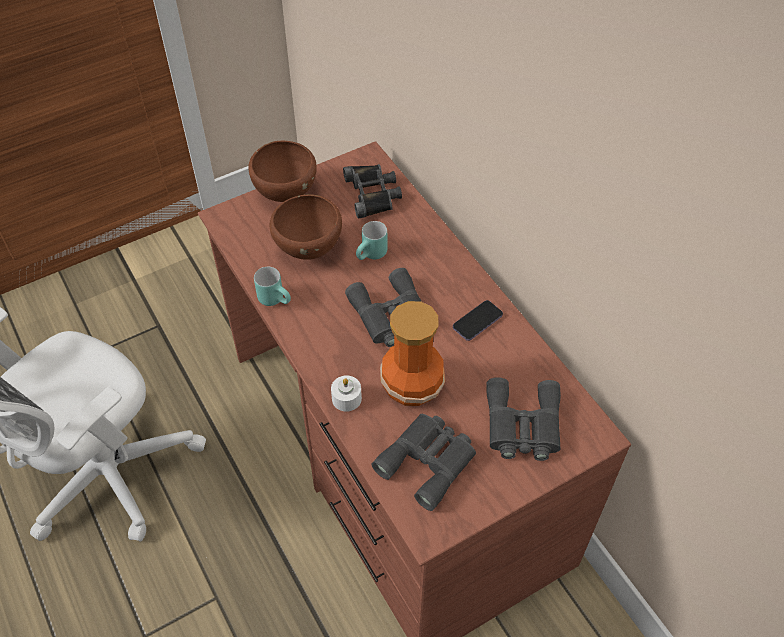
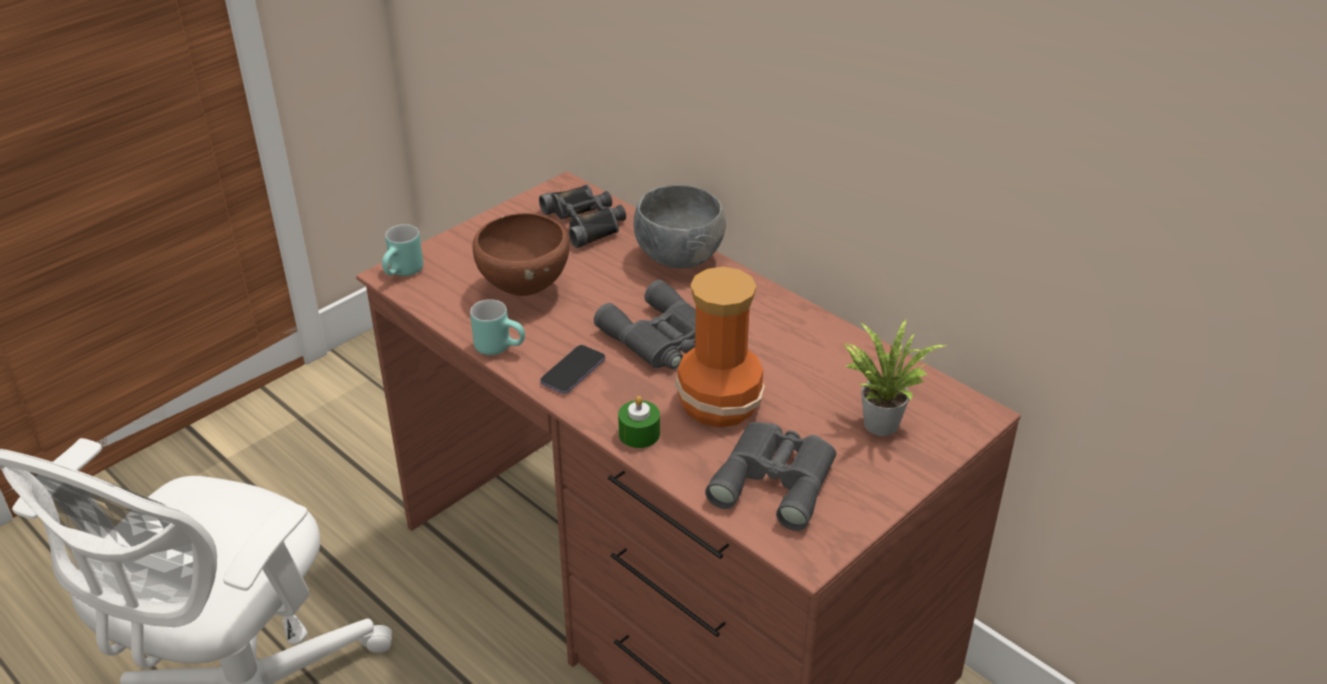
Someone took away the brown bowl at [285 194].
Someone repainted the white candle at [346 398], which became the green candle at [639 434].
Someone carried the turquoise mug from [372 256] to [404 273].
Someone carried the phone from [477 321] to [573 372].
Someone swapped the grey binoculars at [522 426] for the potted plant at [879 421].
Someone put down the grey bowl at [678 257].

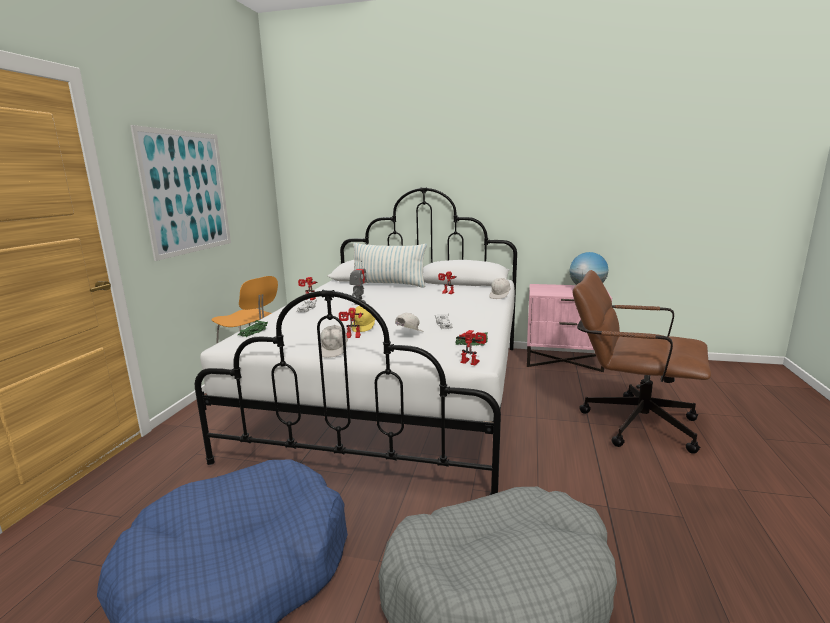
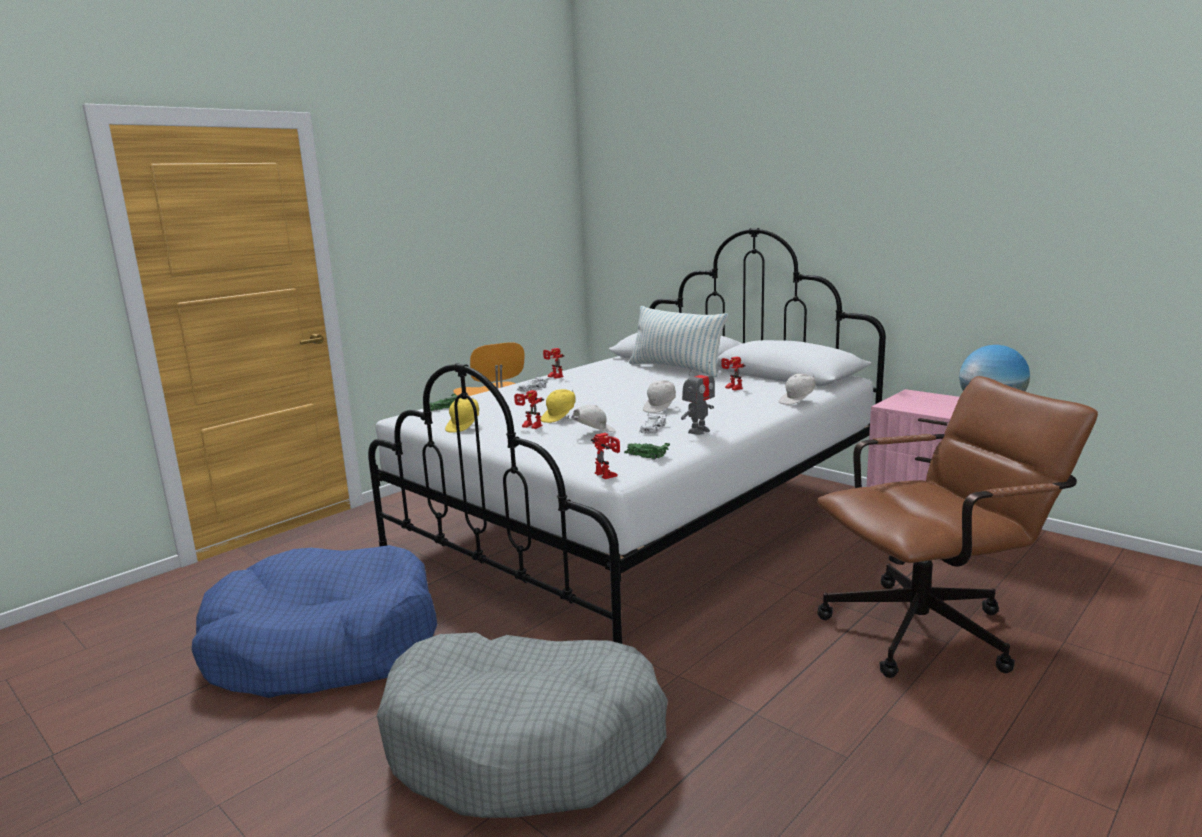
Someone took away the picture at [187 192].
Someone carried the white cap from [334 350] to [661 408].
Someone carried the toy robot from [359 303] to [698 431].
Someone rotated the brown office chair at [629 421] by 105 degrees clockwise.
Someone put down the yellow cap at [465 426].

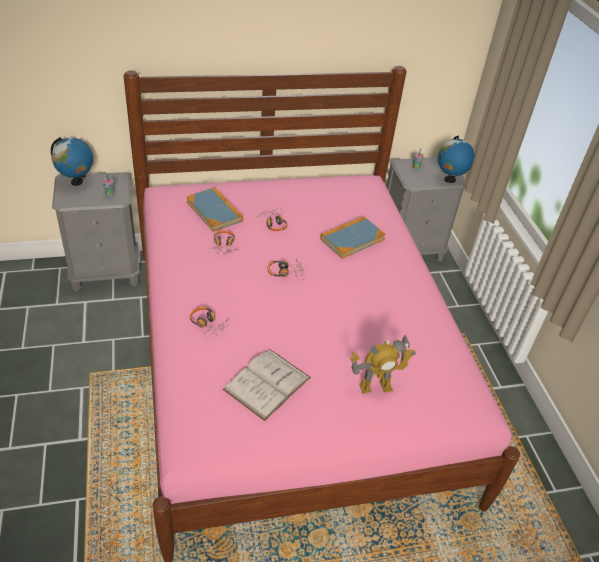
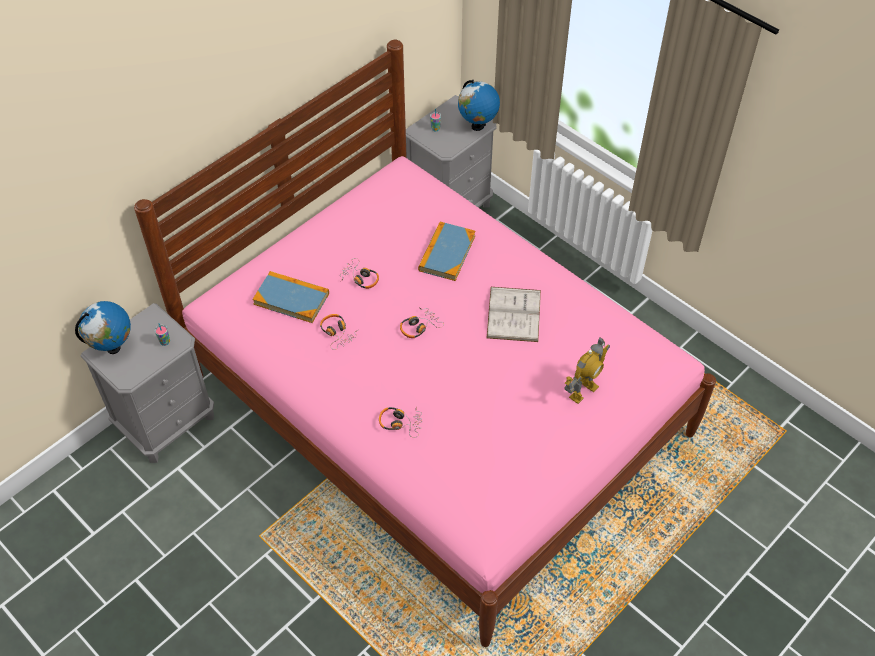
Someone carried the white book from [267 383] to [514 314].

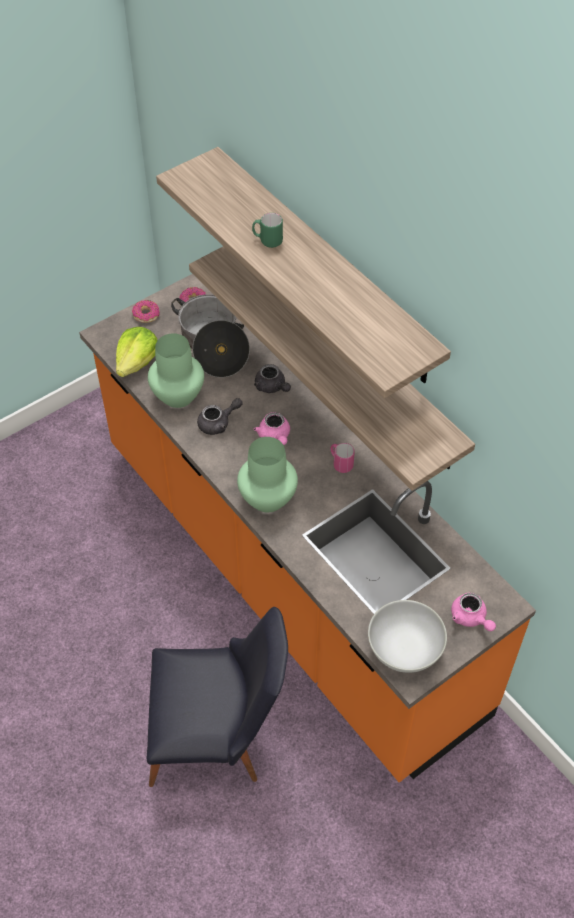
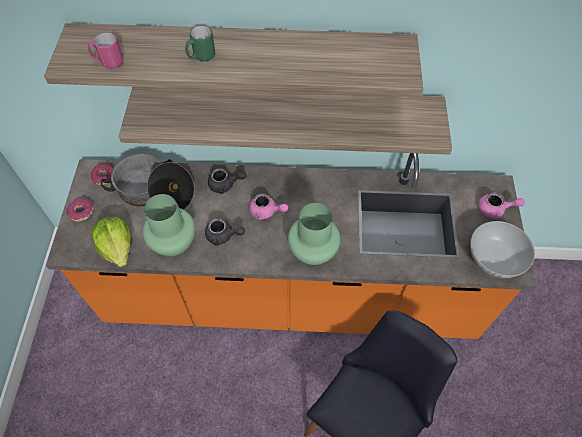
Someone rotated the grey teapot at [218 423] by 90 degrees clockwise.
Someone carried the pink mug from [340 463] to [108 62].

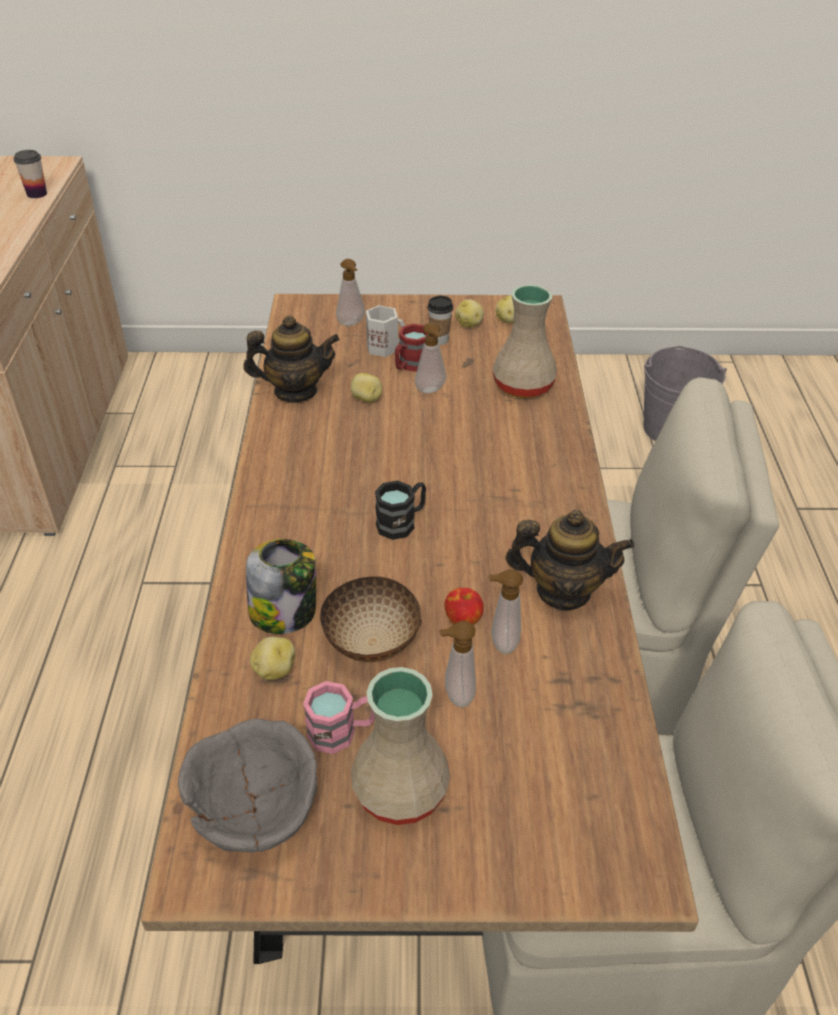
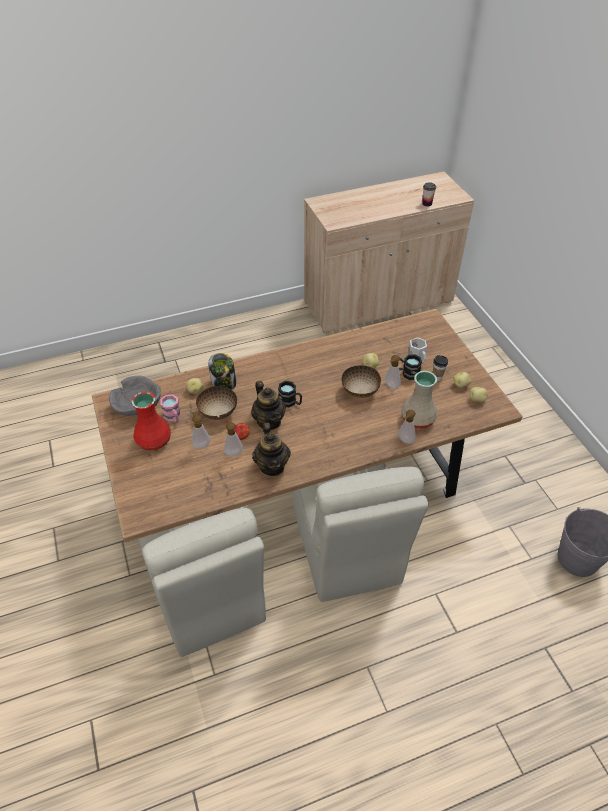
Someone carried the teapot from [295 391] to [269 421].
Someone carried the soap dispenser from [352 324] to [405 441].
Someone repainted the beige vase at [400 792], which became the red vase at [153 440].
Someone repainted the red mug at [410 366], which became the black mug at [407 373].
Someone put down the bowl at [359 391].

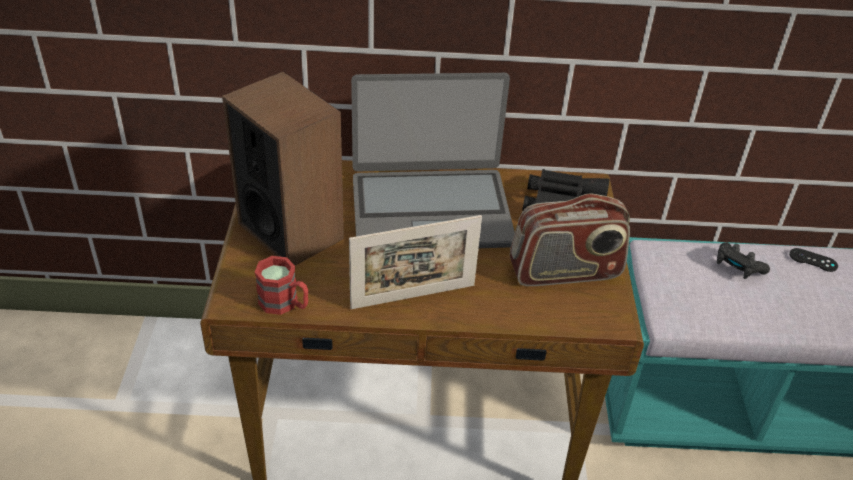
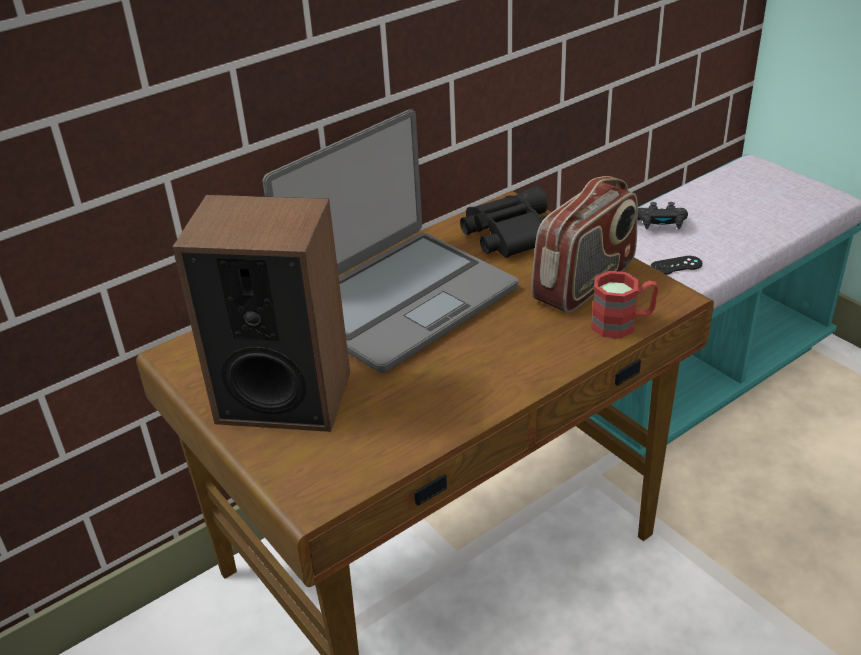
Someone carried the red mug from [285 304] to [622 323].
Someone took away the picture frame at [413 296].
Someone carried the black game controller from [813 260] to [676 265].

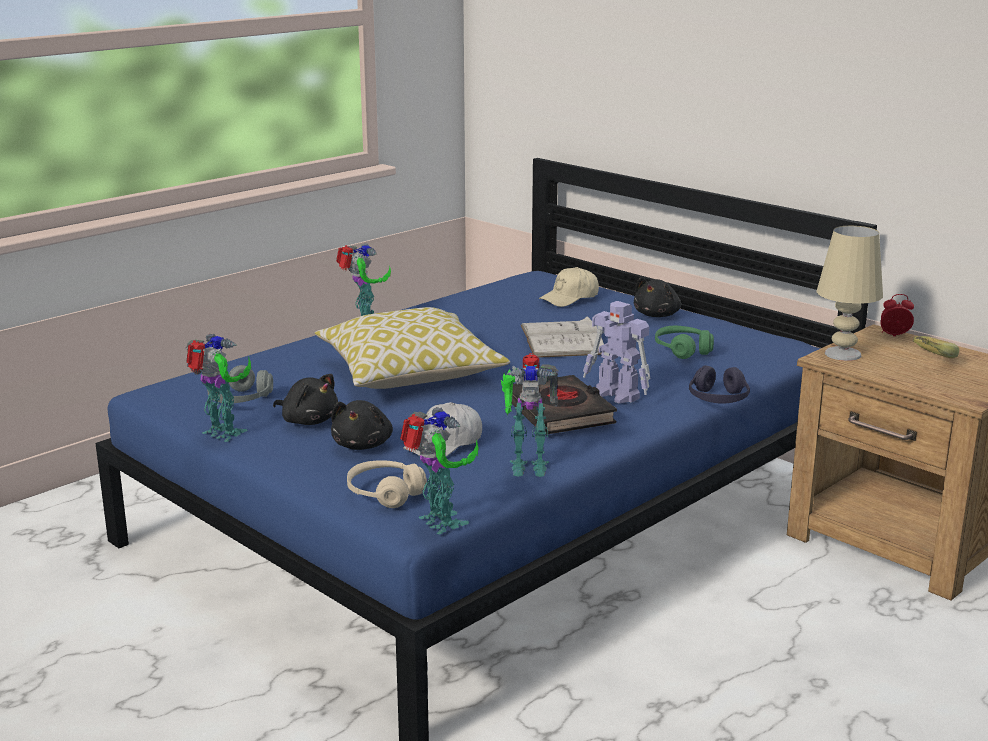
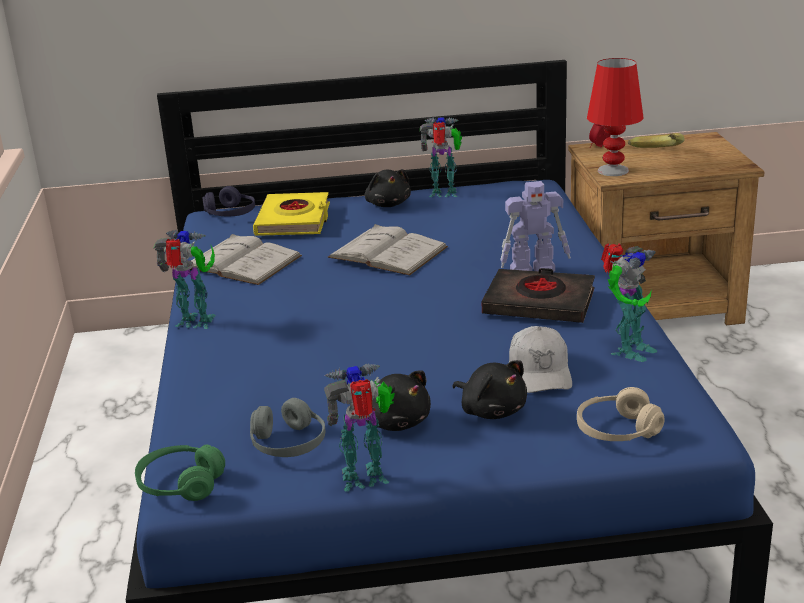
Someone rotated the black plush toy at [308 421] by 60 degrees clockwise.
Someone took away the pillow at [409 374].
Someone carried the toy robot from [440 523] to [445 194].
Someone swapped the beige cap at [570 298] for the yellow book at [294 220].
Someone carried the green headphones from [683 350] to [181 484].
Someone carried the purple headphones from [718 399] to [230 214].
Someone repainted the beige table lamp at [842 354], which became the red table lamp at [612 171].
Someone put down the white book at [241 262].

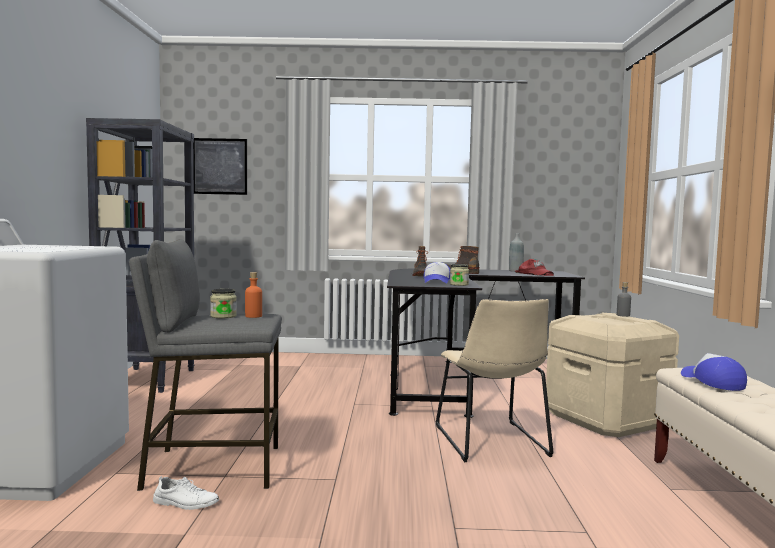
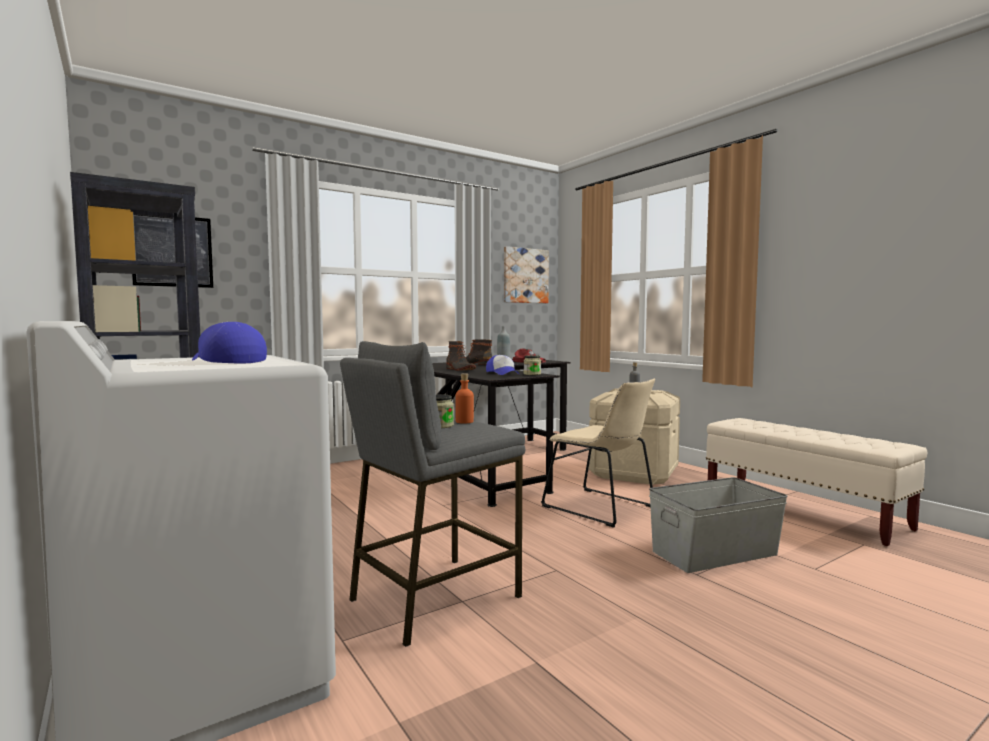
Someone took away the white shoe at [185 503].
Someone carried the cap from [712 381] to [227 361].
Someone put up the picture at [525 275].
Someone put down the grey storage box at [713 552].

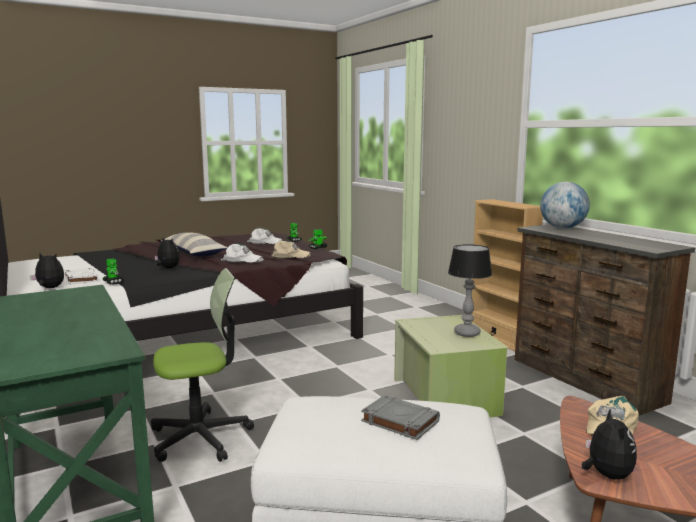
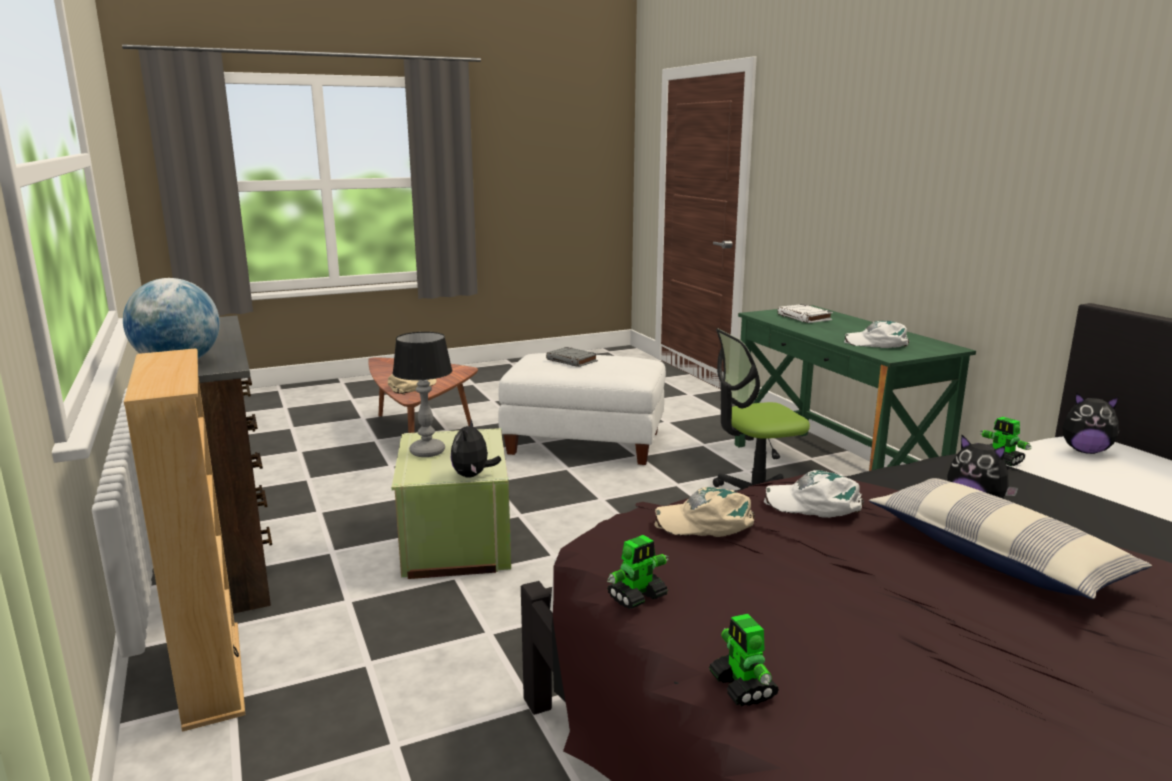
Someone carried the white book from [81 279] to [805 317].
Someone carried the white cap from [265 242] to [877 343].
Someone carried the plush toy from [606 475] to [473 476].

